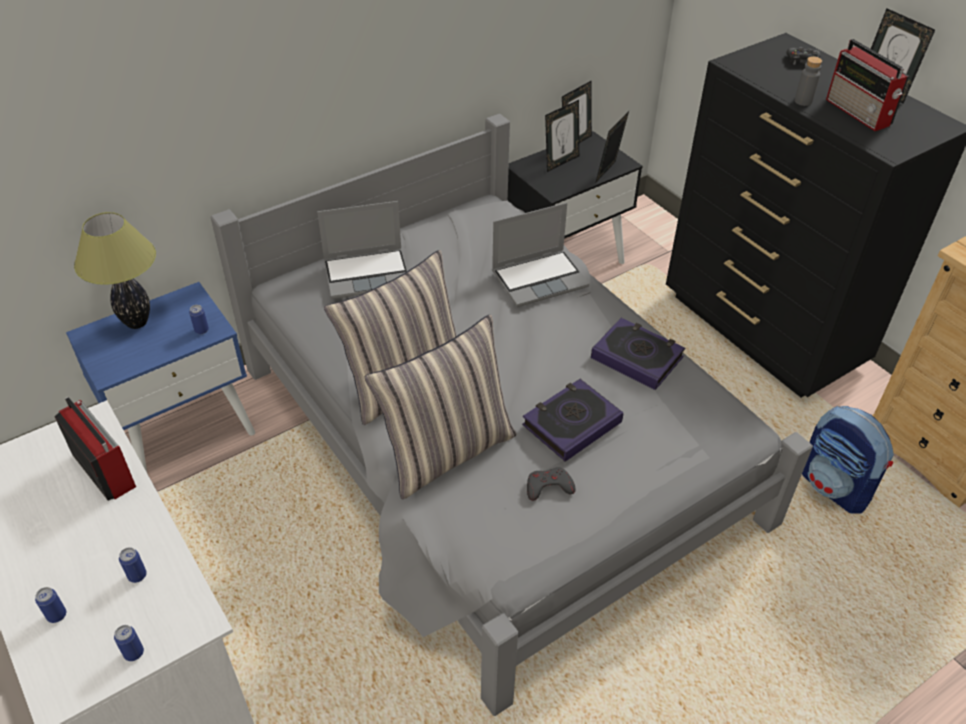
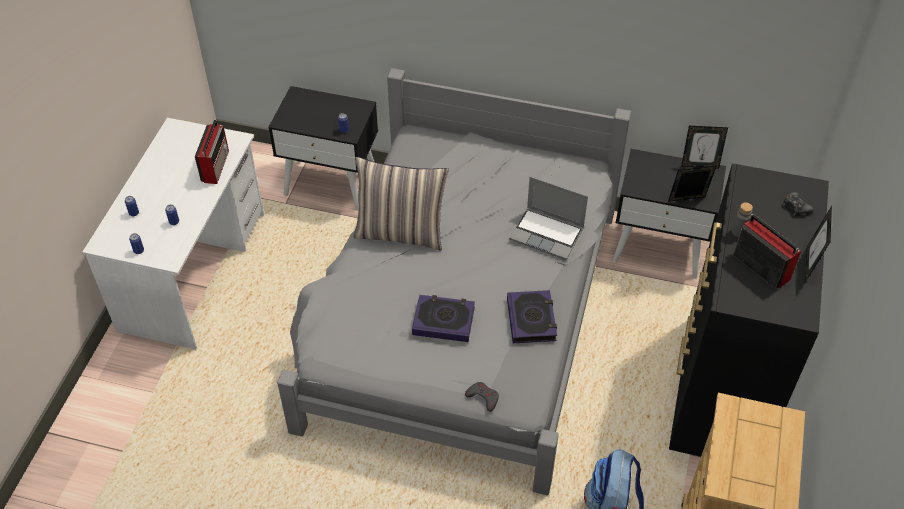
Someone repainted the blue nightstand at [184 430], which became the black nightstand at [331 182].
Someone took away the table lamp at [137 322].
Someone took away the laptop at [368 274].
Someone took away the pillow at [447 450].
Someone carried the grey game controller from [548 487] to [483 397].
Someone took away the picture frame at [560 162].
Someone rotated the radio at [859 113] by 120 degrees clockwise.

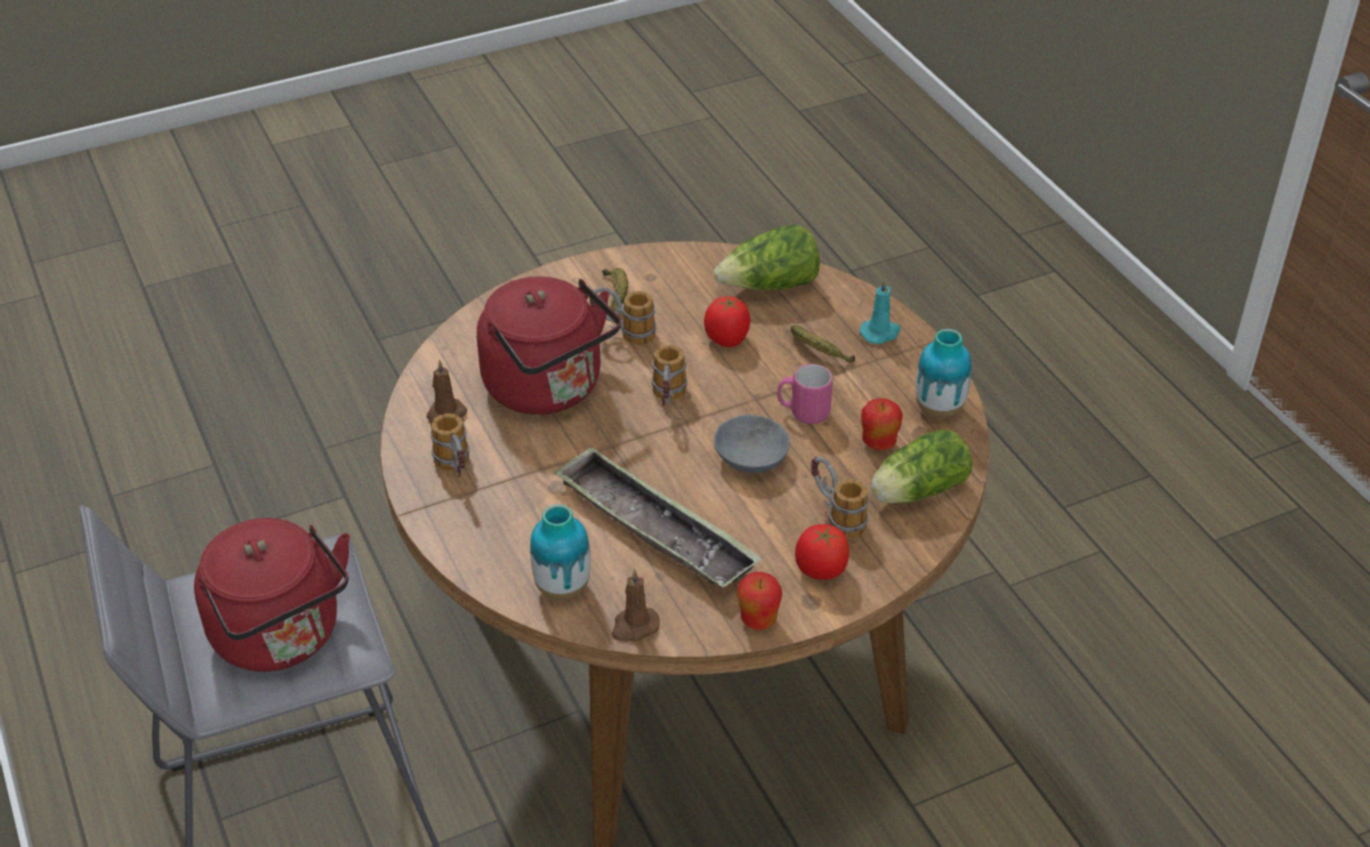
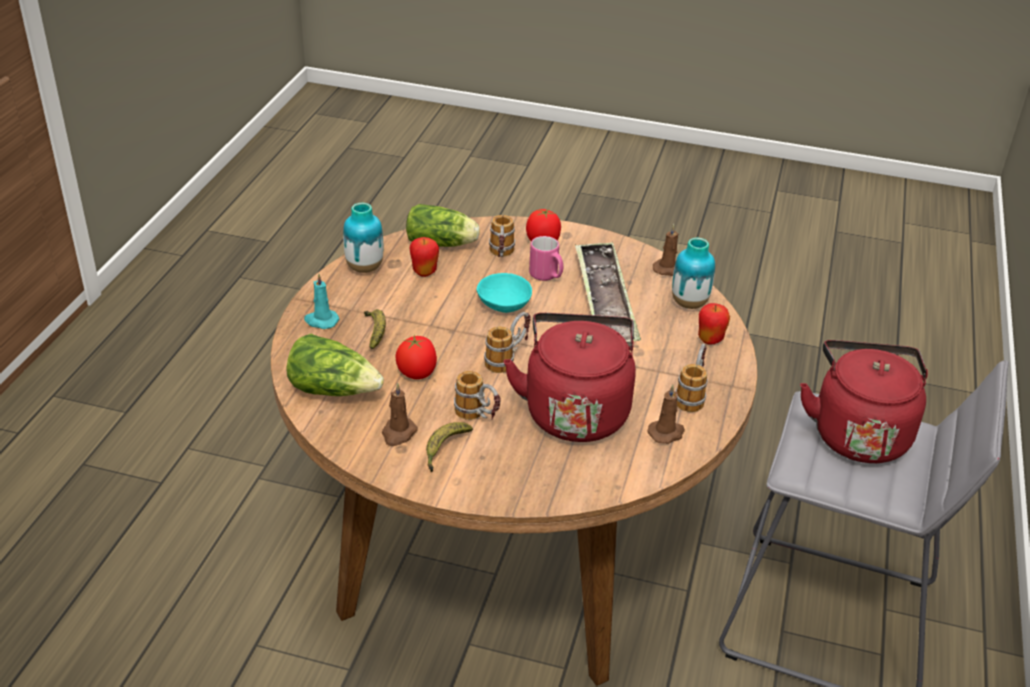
Someone repainted the grey bowl at [749 458], which became the turquoise bowl at [506 304].
Someone carried the apple from [758 620] to [710 339].
Someone carried the pink mug from [803 412] to [547 276].
Someone put down the brown candle at [398 433].

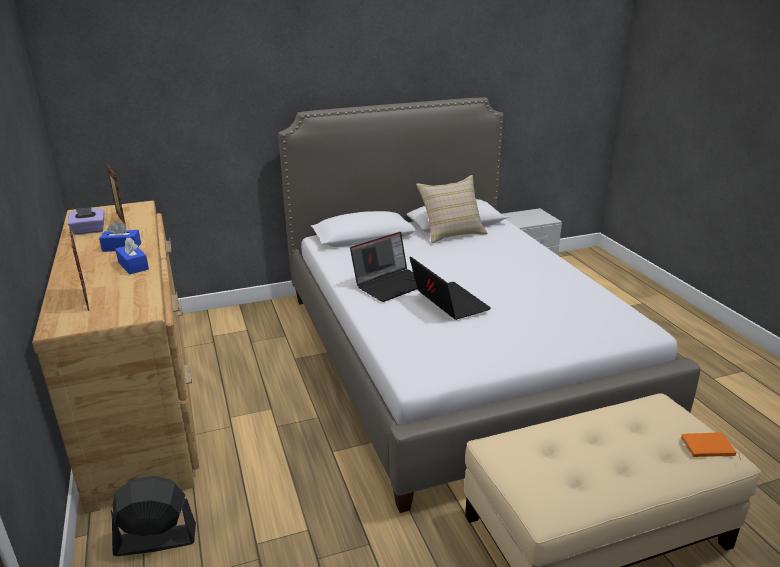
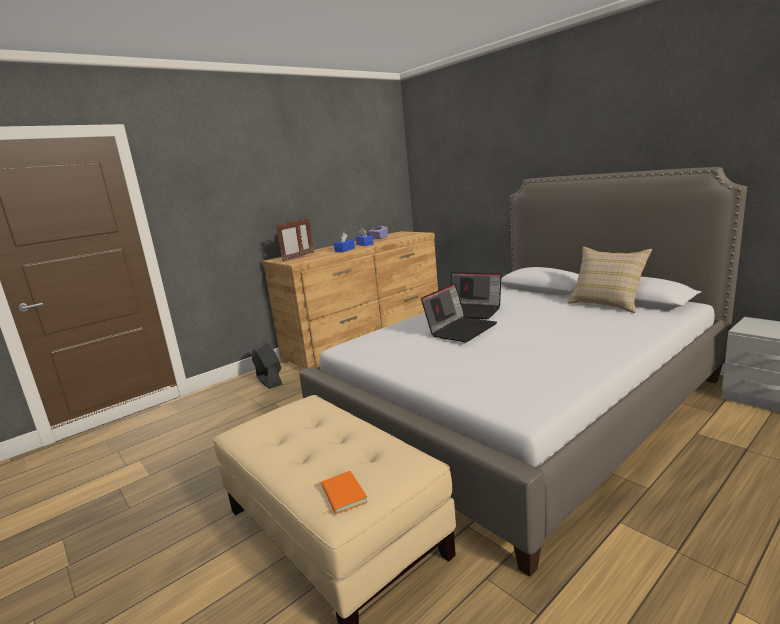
Someone carried the picture frame from [120 219] to [293 259].

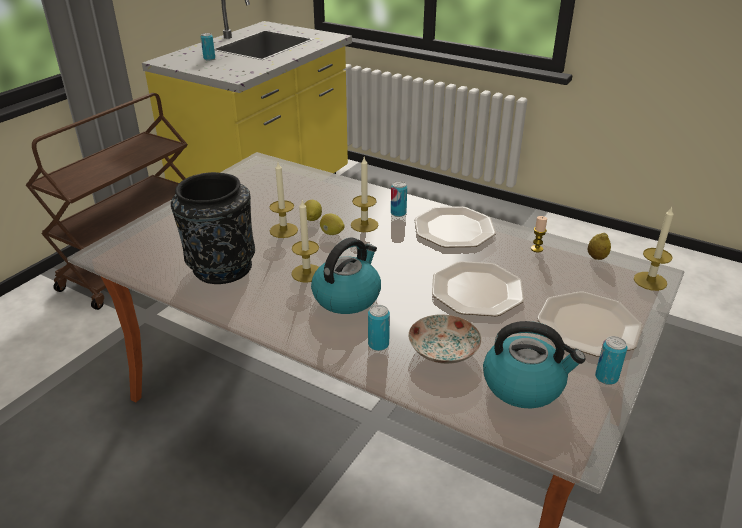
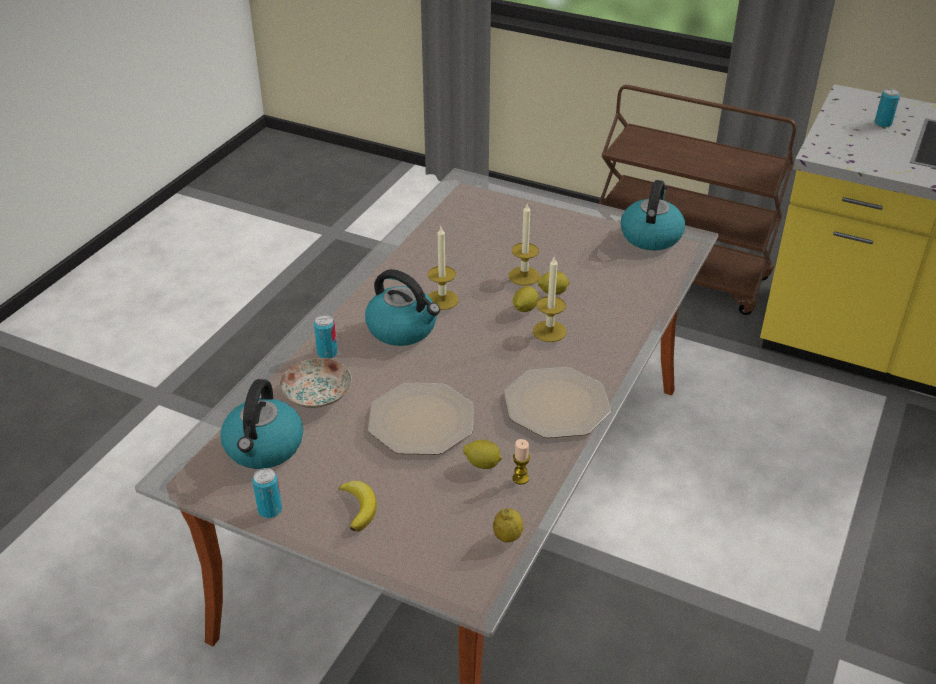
Someone took away the black vase at [221 268].
Someone took away the can at [398 213].
Someone swapped the plate at [587 325] for the banana at [359 507].
Someone took away the candle at [650 281].
Someone put down the lemon at [483 464].
Someone put down the kettle at [650 236].

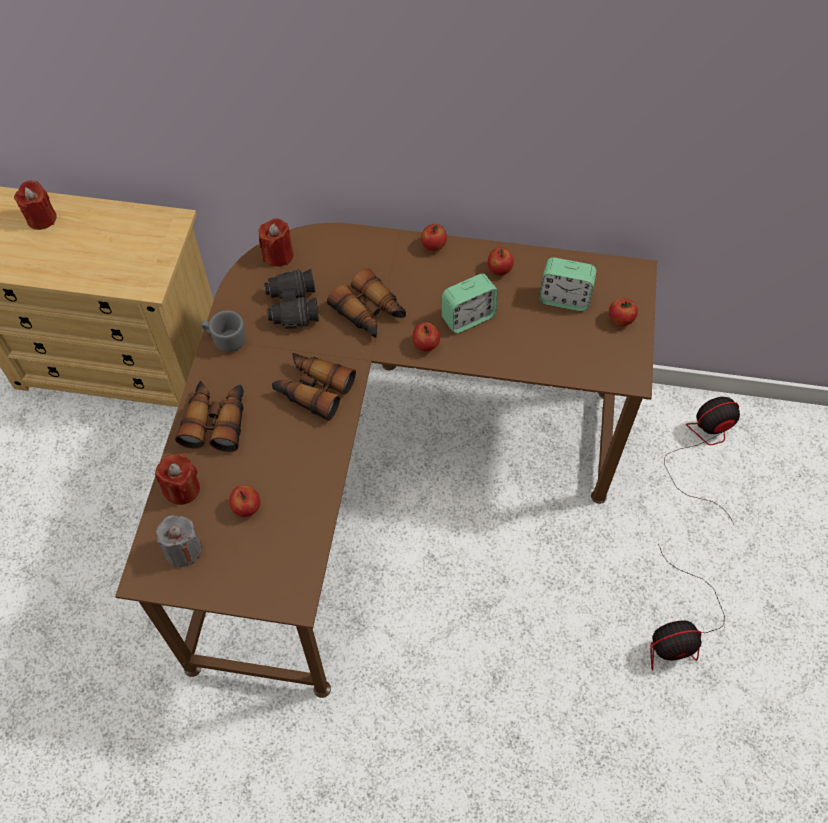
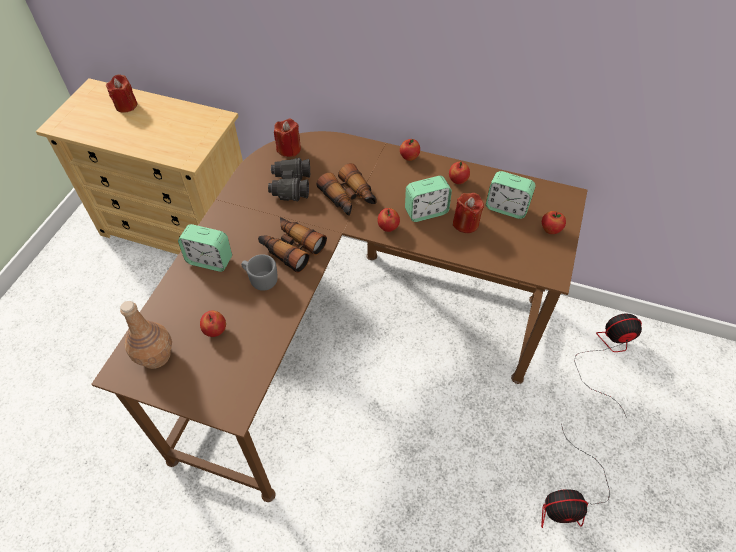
Someone carried the red candle from [182 489] to [465 223].
Someone swapped the grey candle at [183 550] for the brown bottle at [156 356].
Someone swapped the binoculars at [216 420] for the alarm clock at [210 260].
Someone carried the grey mug from [225 340] to [260 279].

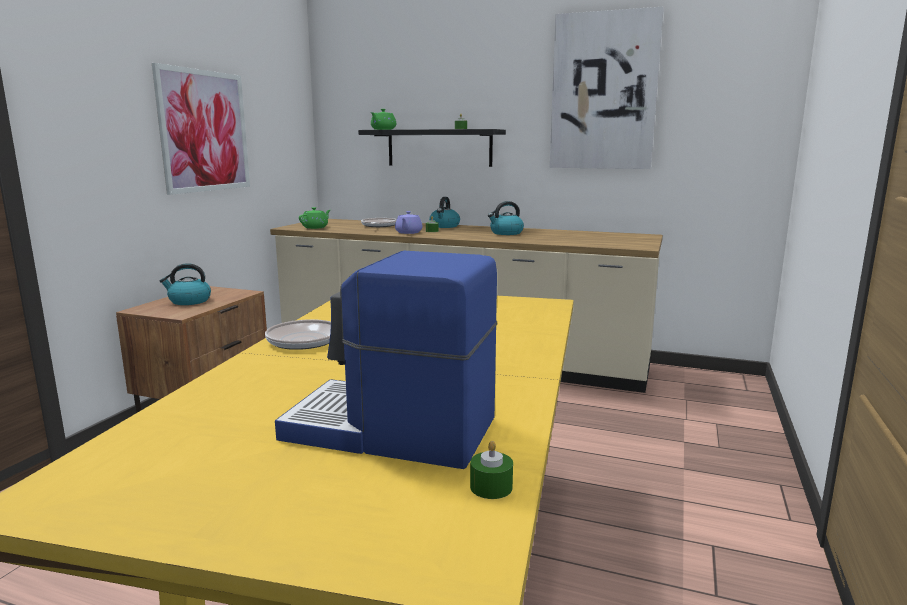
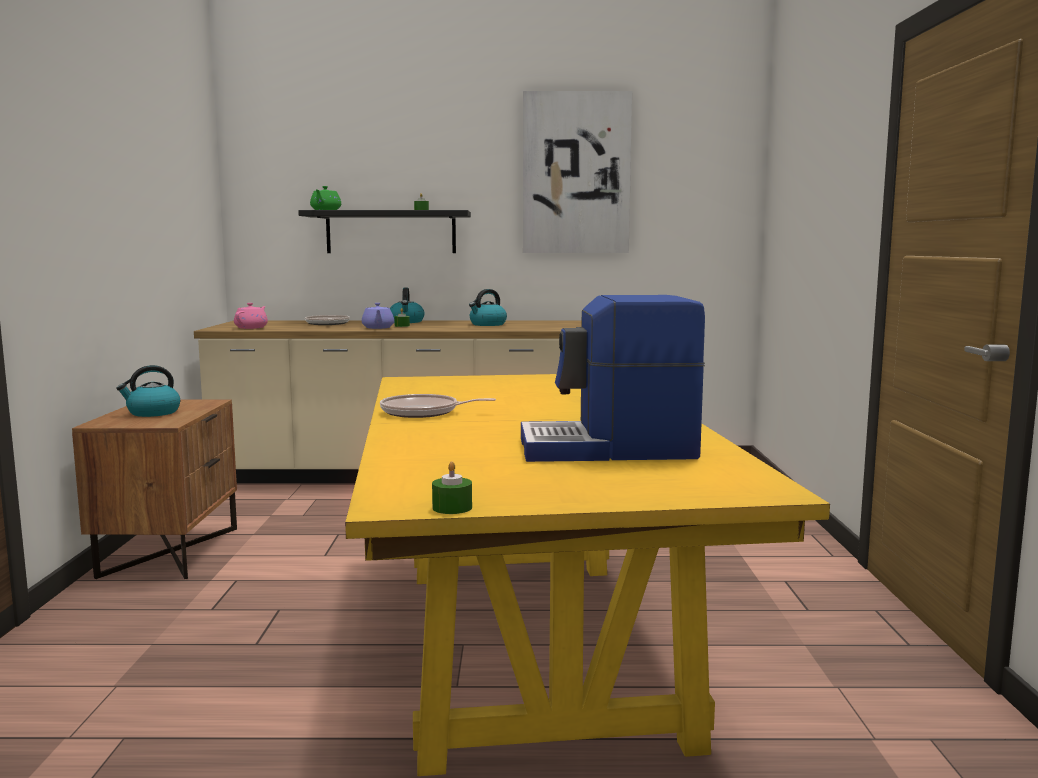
Someone took away the picture at [204 131].
Someone repainted the green teapot at [315 227], which became the pink teapot at [251 328].
Someone carried the green candle from [491 487] to [452 507].

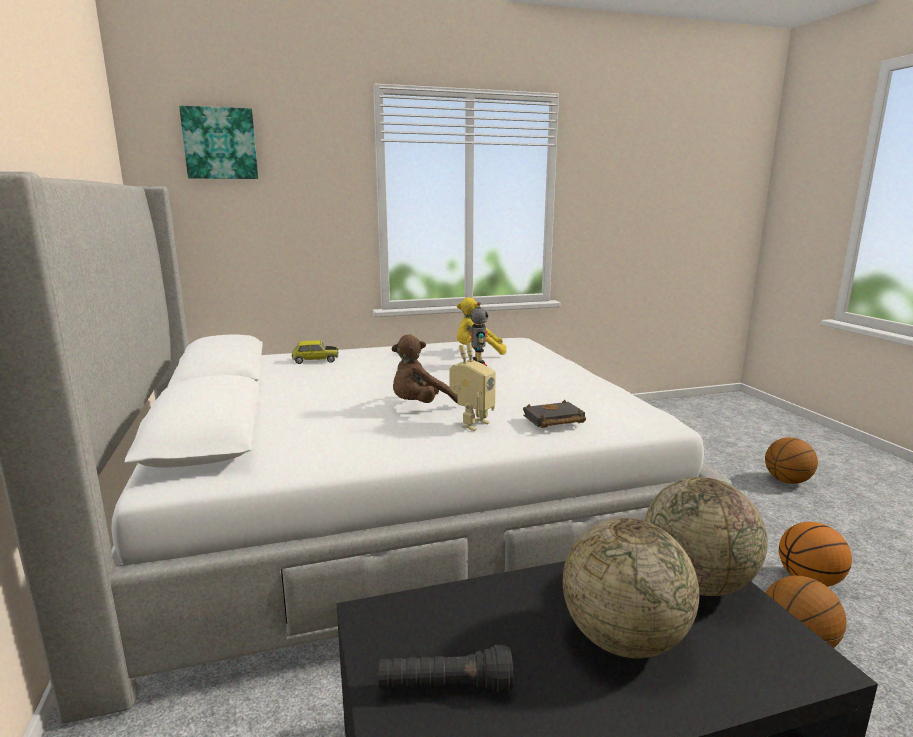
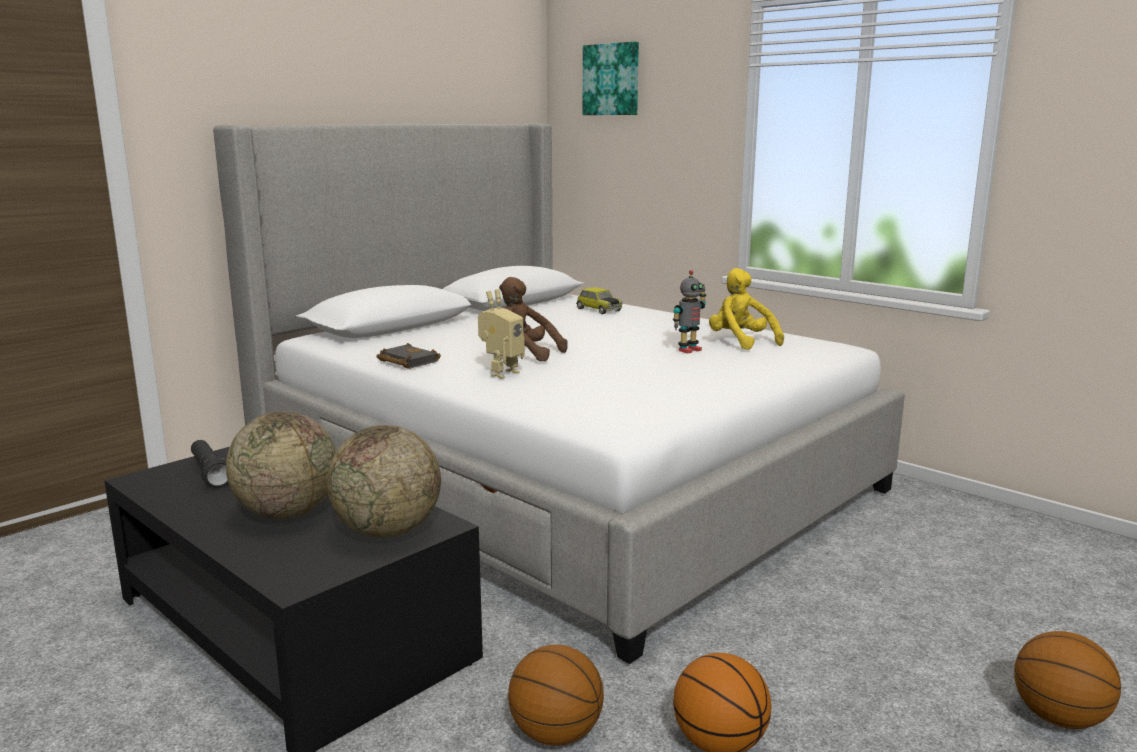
Someone rotated the toy robot at [471 424] by 60 degrees counterclockwise.
Someone carried the black book from [553 420] to [406 361].

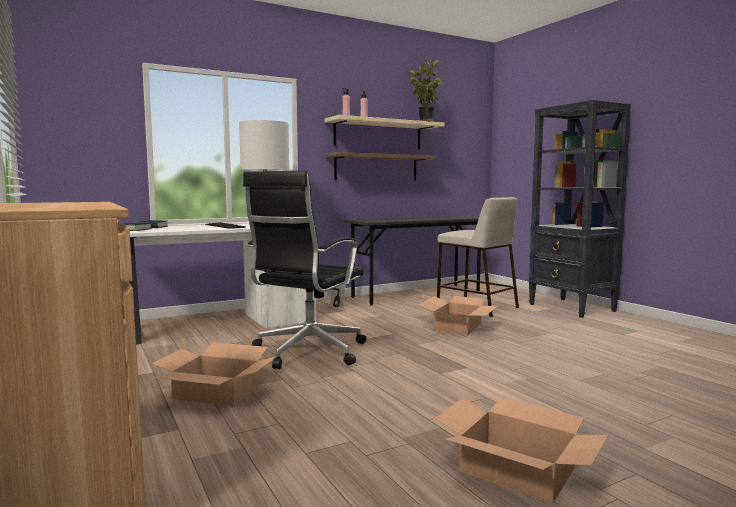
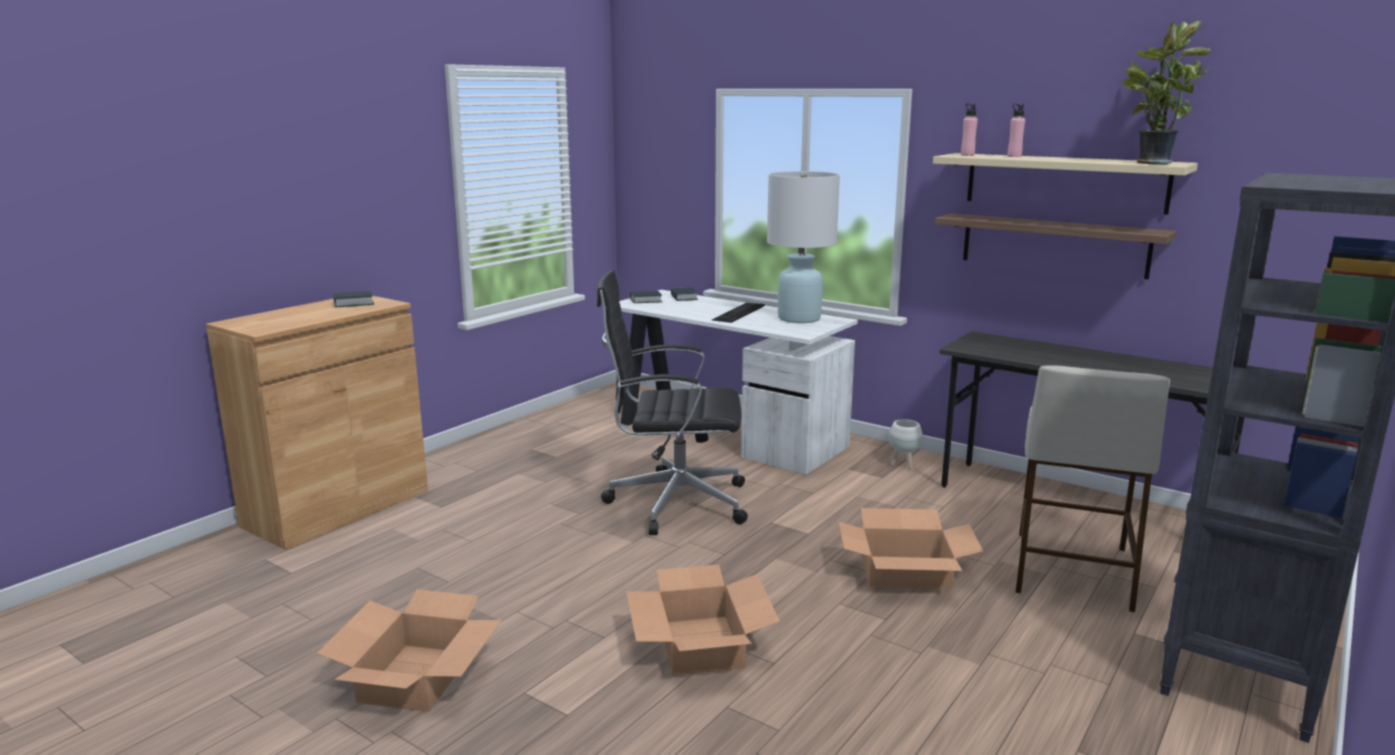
Someone carried the cardboard box from [216 392] to [700 645].
Someone put down the book at [353 303].

